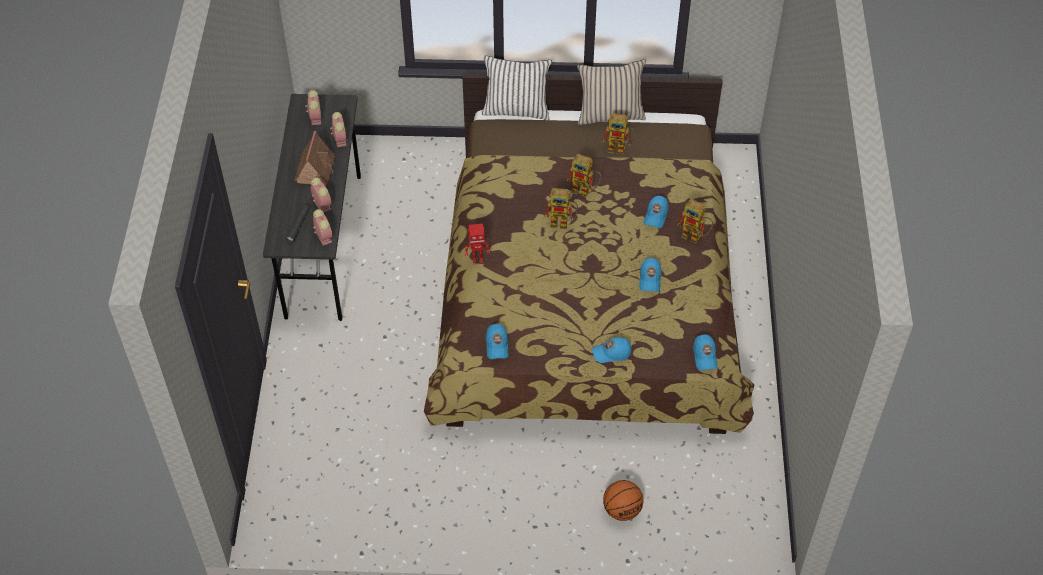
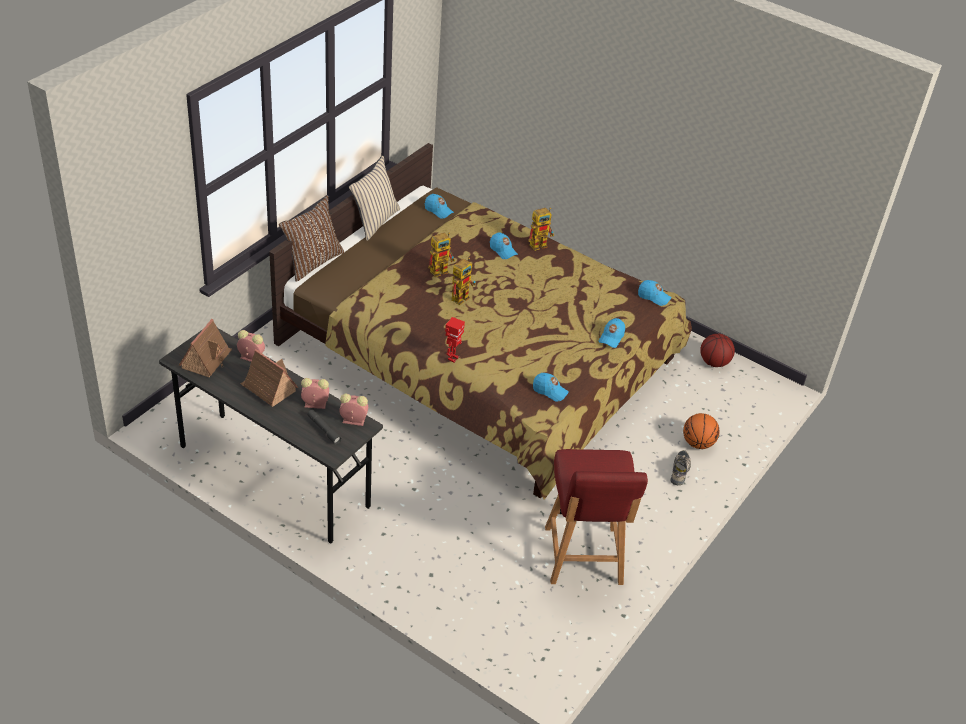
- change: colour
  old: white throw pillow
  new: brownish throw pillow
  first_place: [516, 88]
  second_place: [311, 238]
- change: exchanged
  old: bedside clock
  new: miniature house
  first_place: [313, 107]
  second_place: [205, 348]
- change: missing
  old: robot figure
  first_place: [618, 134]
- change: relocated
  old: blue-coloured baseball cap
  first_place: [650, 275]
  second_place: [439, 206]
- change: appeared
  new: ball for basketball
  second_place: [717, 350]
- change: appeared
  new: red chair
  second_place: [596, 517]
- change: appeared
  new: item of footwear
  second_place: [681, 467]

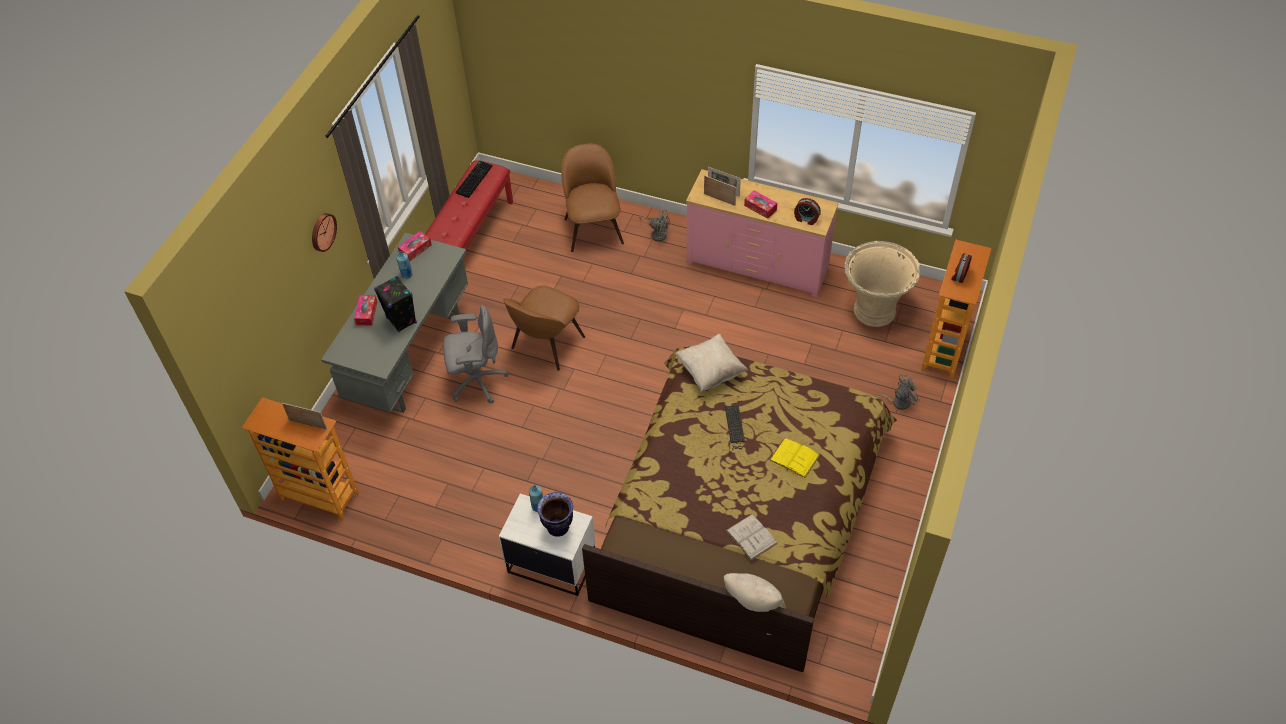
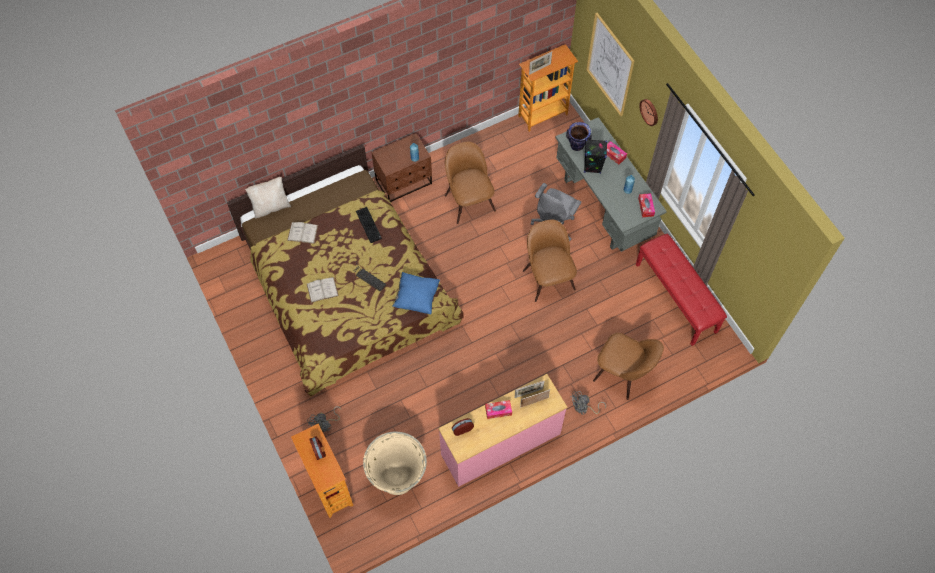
- change: relocated
  old: keyboard
  first_place: [474, 179]
  second_place: [369, 225]
- change: colour
  old: sand-coloured throw pillow
  new: blue-coloured throw pillow
  first_place: [711, 363]
  second_place: [416, 293]
- change: colour
  old: yellow-coloured volume
  new: white volume
  first_place: [794, 458]
  second_place: [323, 290]
- change: relocated
  old: flower vase
  first_place: [555, 514]
  second_place: [579, 136]
- change: colour
  old: white nightstand
  new: brownish nightstand
  first_place: [547, 545]
  second_place: [401, 167]
- change: appeared
  new: wall art
  second_place: [610, 64]
- change: appeared
  new: brownish chair
  second_place: [470, 183]

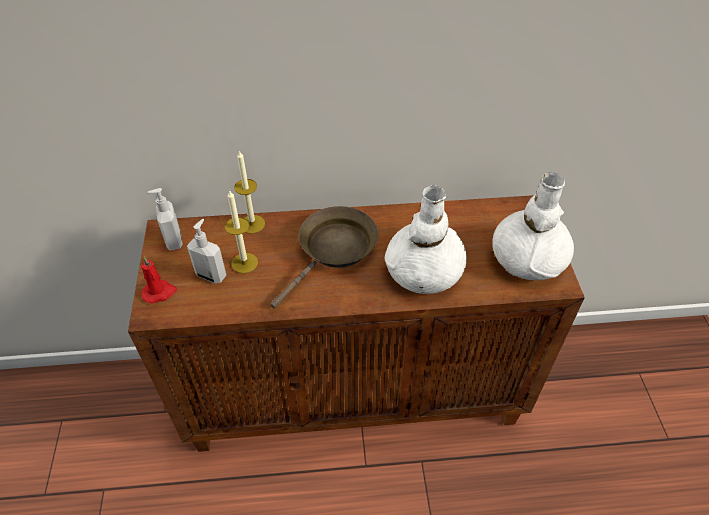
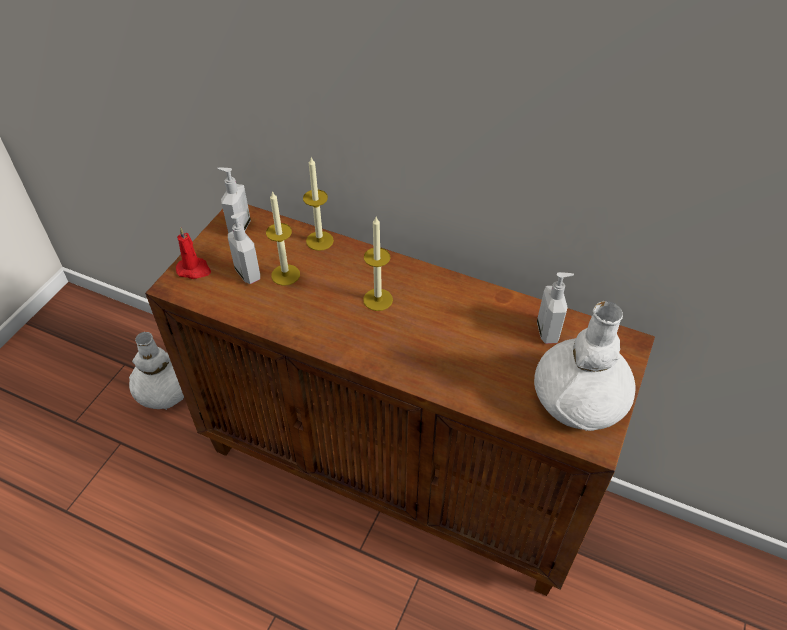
- change: relocated
  old: white flower vase
  first_place: [426, 239]
  second_place: [156, 371]
- change: exchanged
  old: brownish pan
  new: wax light
  first_place: [324, 257]
  second_place: [378, 264]
- change: appeared
  new: liquid soap bottle
  second_place: [555, 308]

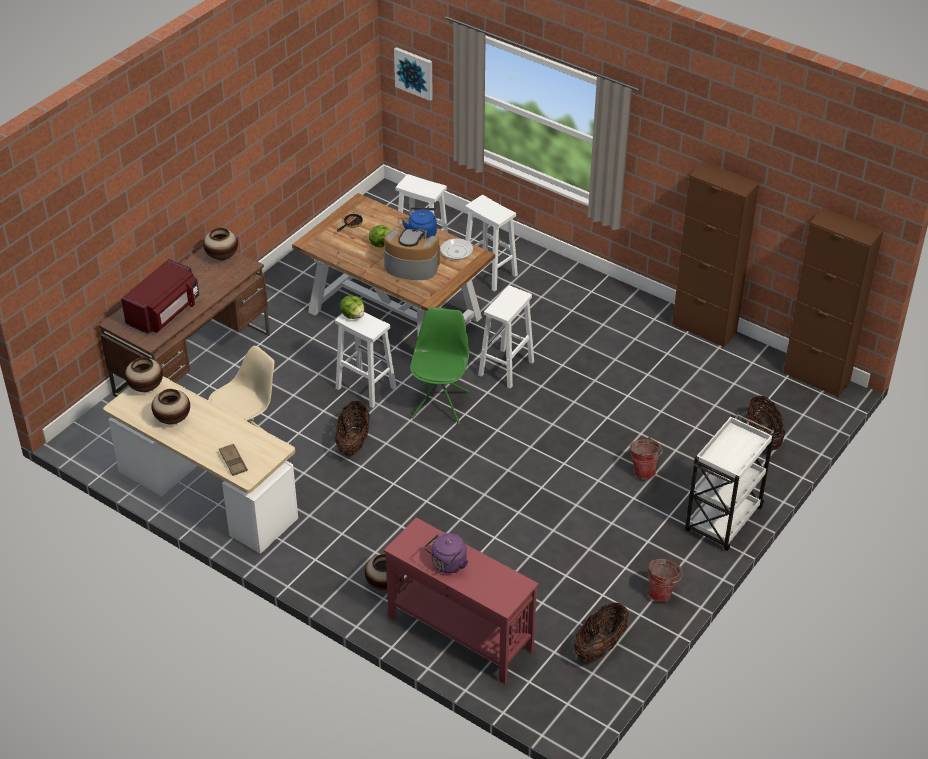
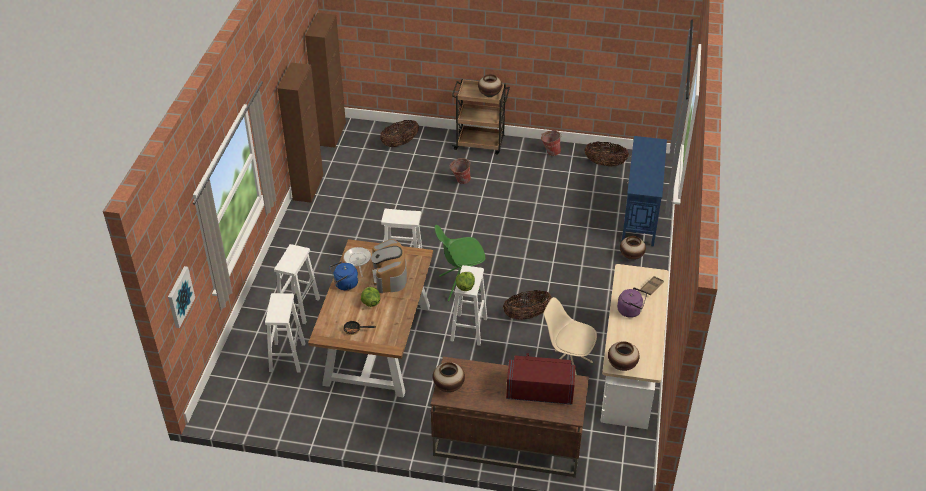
- change: relocated
  old: flower vase
  first_place: [170, 406]
  second_place: [490, 85]
- change: colour
  old: white cart
  new: brownish cart
  first_place: [729, 482]
  second_place: [481, 117]
- change: colour
  old: red console table
  new: blue-coloured console table
  first_place: [461, 601]
  second_place: [644, 191]
- change: relocated
  old: purple tea kettle
  first_place: [446, 553]
  second_place: [632, 302]

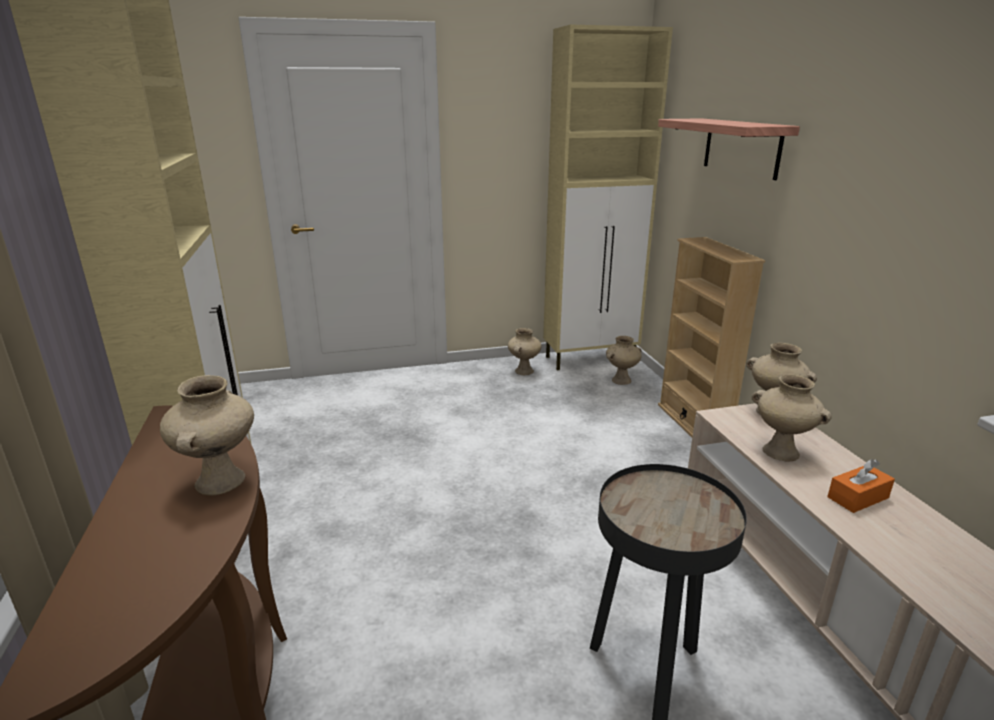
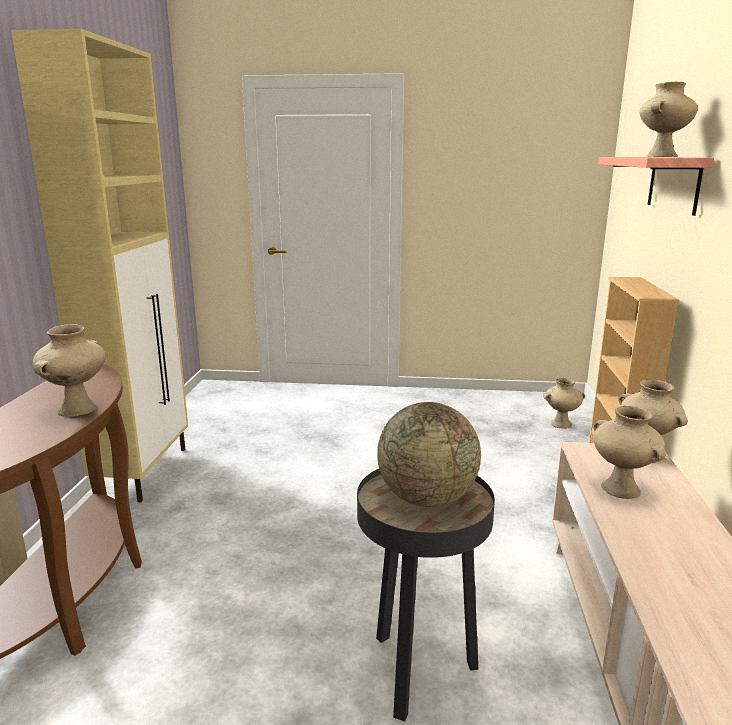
- change: missing
  old: sand-coloured cupboard
  first_place: [608, 197]
- change: relocated
  old: sand-coloured flower vase
  first_place: [525, 351]
  second_place: [668, 119]
- change: missing
  old: orange-coloured box of tissues
  first_place: [861, 486]
- change: appeared
  new: desk globe
  second_place: [429, 454]

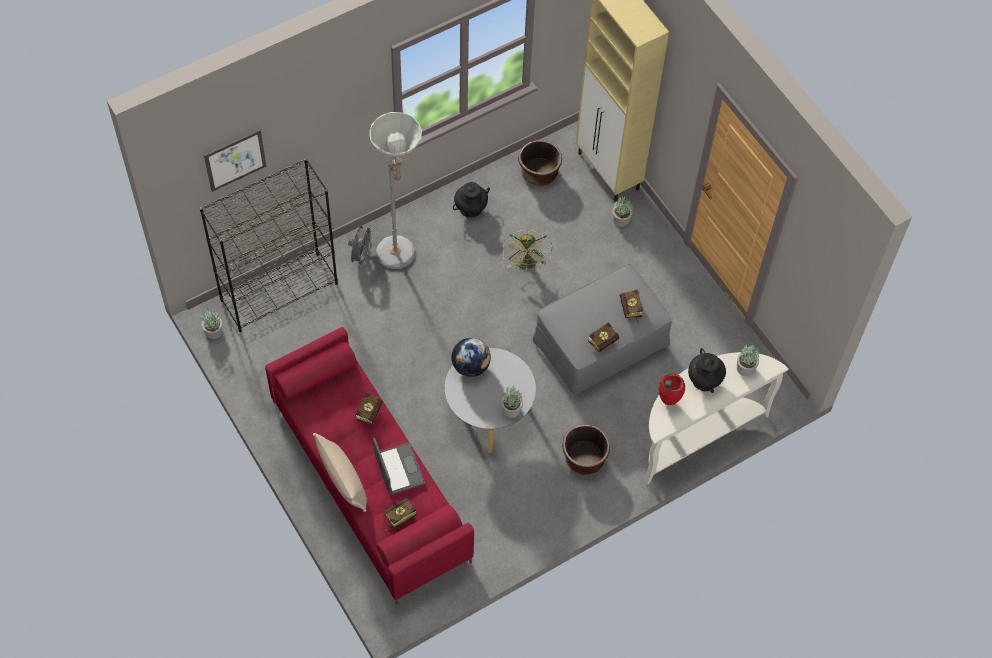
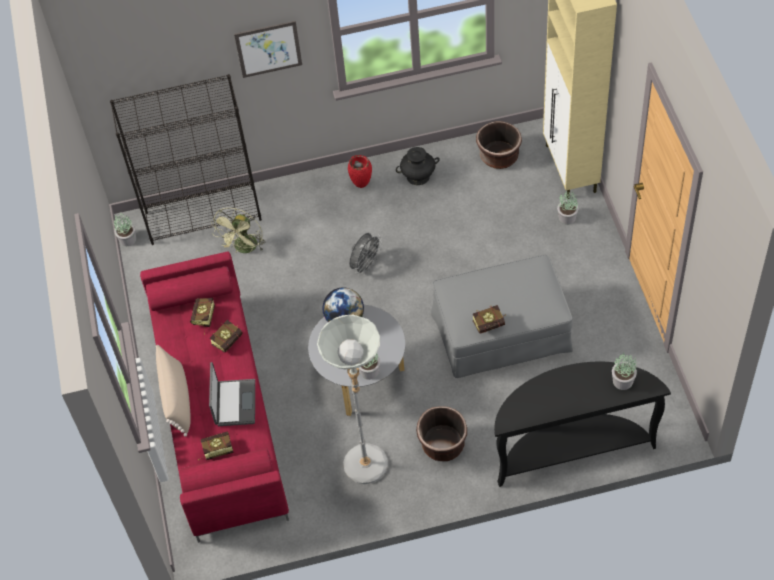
- change: relocated
  old: gray standard lamp
  first_place: [395, 190]
  second_place: [352, 399]
- change: relocated
  old: wall art
  first_place: [235, 160]
  second_place: [268, 49]
- change: relocated
  old: gray electric fan
  first_place: [361, 246]
  second_place: [365, 254]
- change: relocated
  old: greenish electric fan
  first_place: [527, 250]
  second_place: [238, 230]
- change: relocated
  old: volume
  first_place: [631, 307]
  second_place: [202, 316]
- change: missing
  old: black flower vase
  first_place: [707, 370]
- change: colour
  old: white console table
  new: black console table
  first_place: [716, 418]
  second_place: [582, 424]
- change: relocated
  old: red flower vase
  first_place: [672, 389]
  second_place: [360, 171]

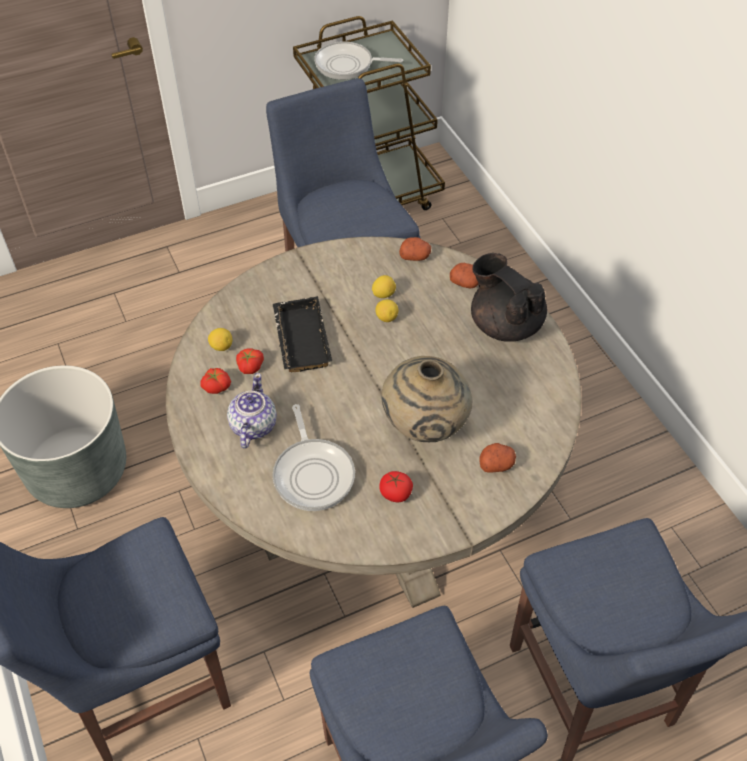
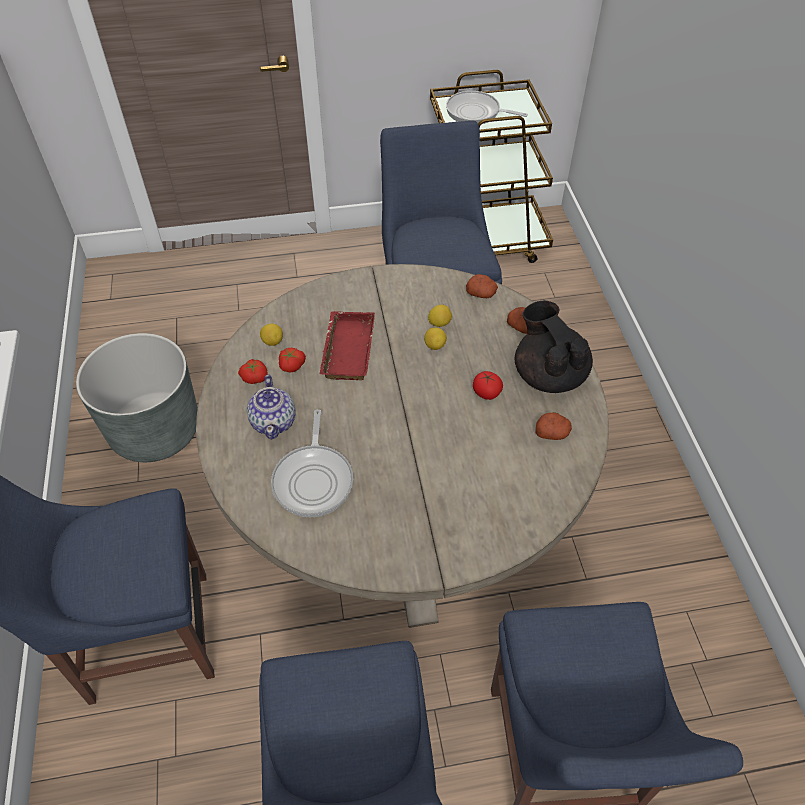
- change: colour
  old: black serving tray
  new: red serving tray
  first_place: [302, 334]
  second_place: [347, 345]
- change: missing
  old: sand-coloured flower vase
  first_place: [427, 399]
- change: spun
  old: tea pot
  first_place: [252, 411]
  second_place: [271, 407]
  degrees: 150
- change: relocated
  old: potato
  first_place: [497, 458]
  second_place: [553, 426]
- change: relocated
  old: whole tomato
  first_place: [396, 486]
  second_place: [488, 385]

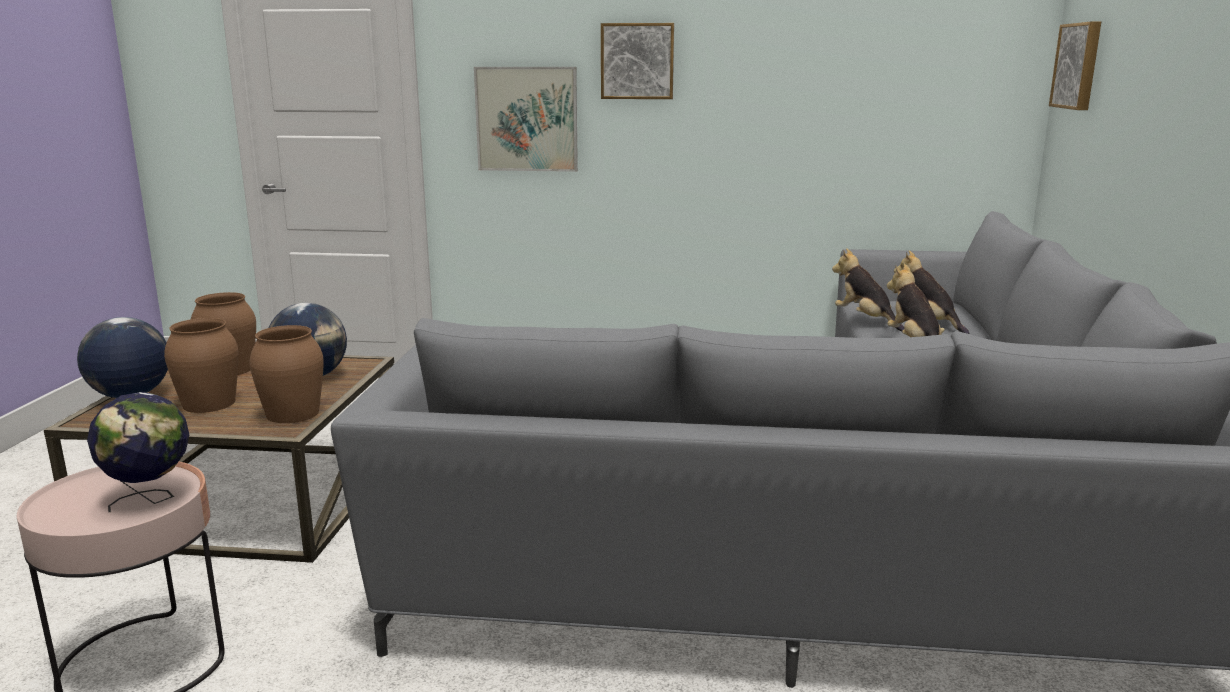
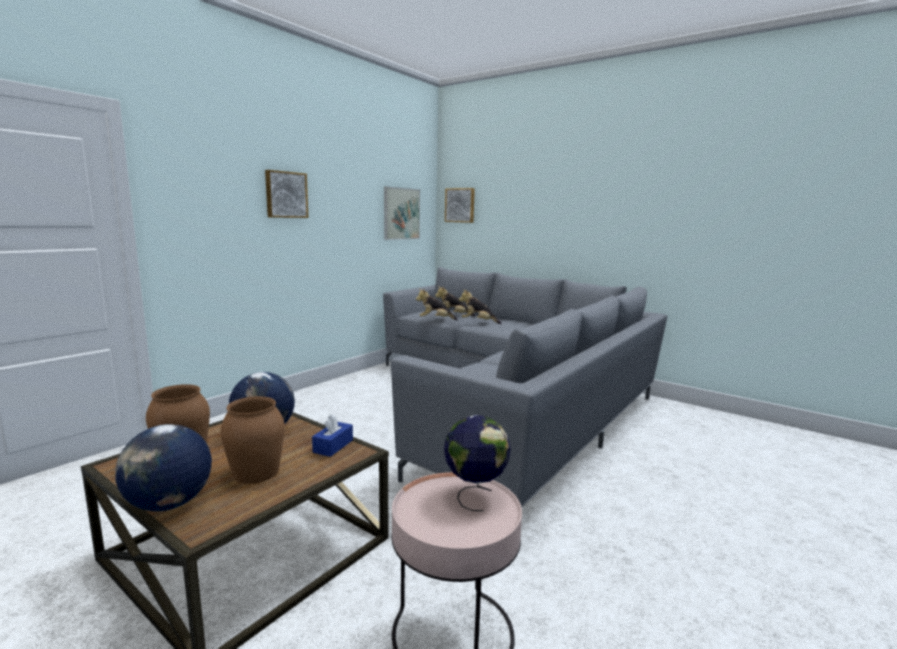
- change: relocated
  old: wall art
  first_place: [526, 119]
  second_place: [402, 213]
- change: exchanged
  old: brownish flower vase
  new: blue-coloured box of tissues
  first_place: [286, 374]
  second_place: [332, 435]

